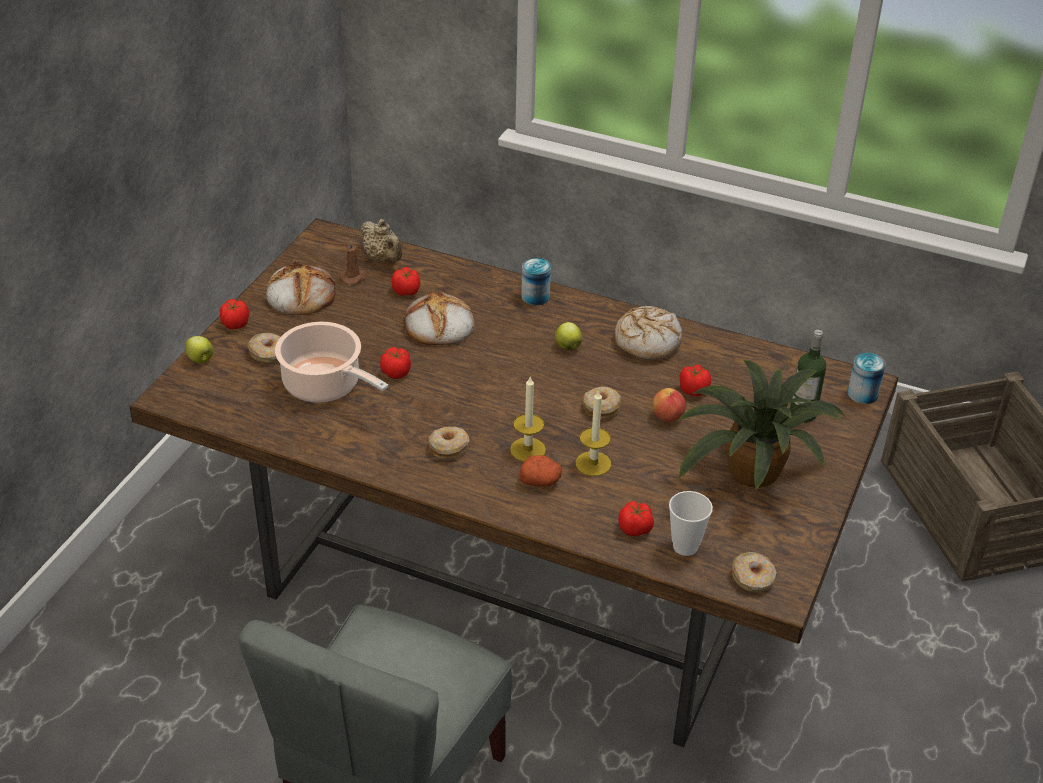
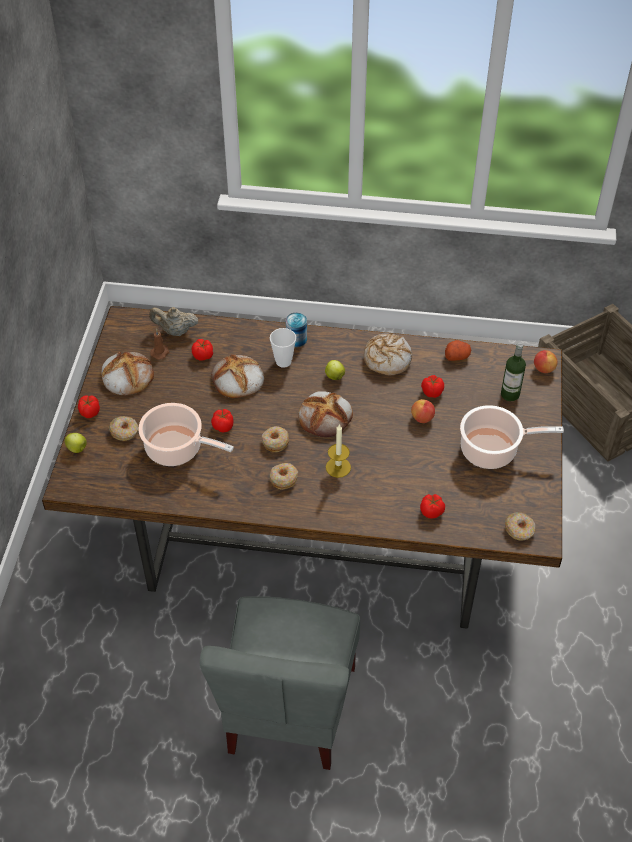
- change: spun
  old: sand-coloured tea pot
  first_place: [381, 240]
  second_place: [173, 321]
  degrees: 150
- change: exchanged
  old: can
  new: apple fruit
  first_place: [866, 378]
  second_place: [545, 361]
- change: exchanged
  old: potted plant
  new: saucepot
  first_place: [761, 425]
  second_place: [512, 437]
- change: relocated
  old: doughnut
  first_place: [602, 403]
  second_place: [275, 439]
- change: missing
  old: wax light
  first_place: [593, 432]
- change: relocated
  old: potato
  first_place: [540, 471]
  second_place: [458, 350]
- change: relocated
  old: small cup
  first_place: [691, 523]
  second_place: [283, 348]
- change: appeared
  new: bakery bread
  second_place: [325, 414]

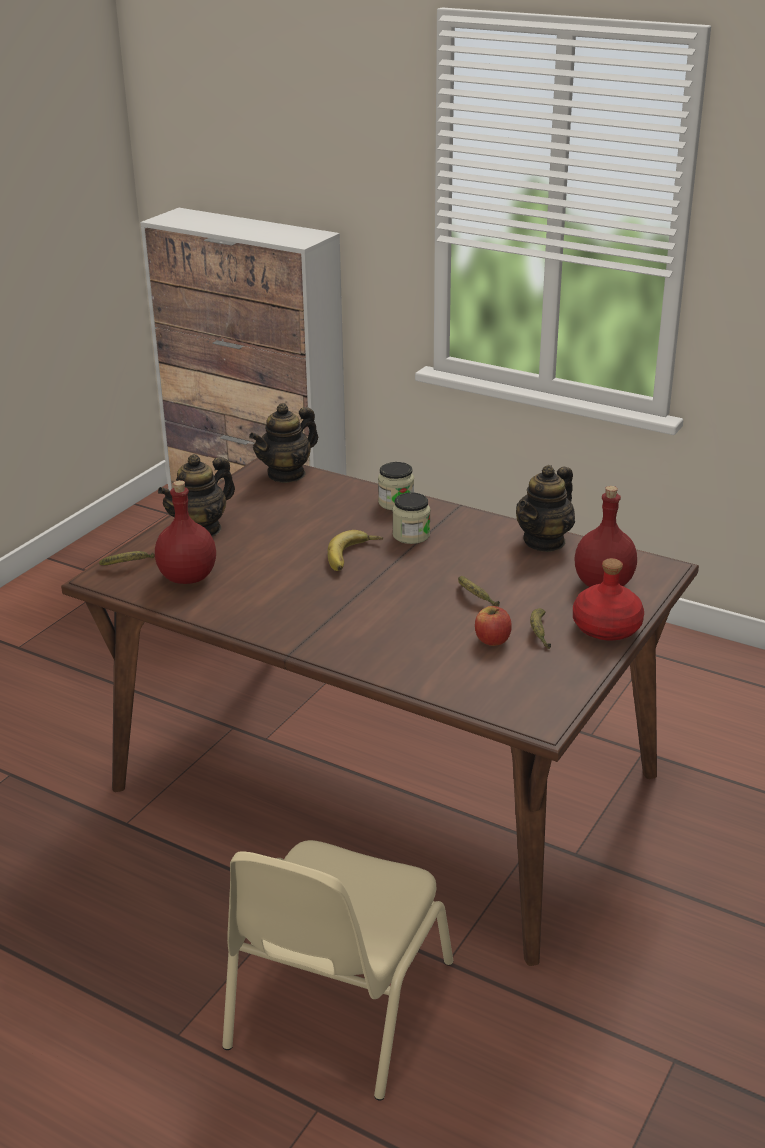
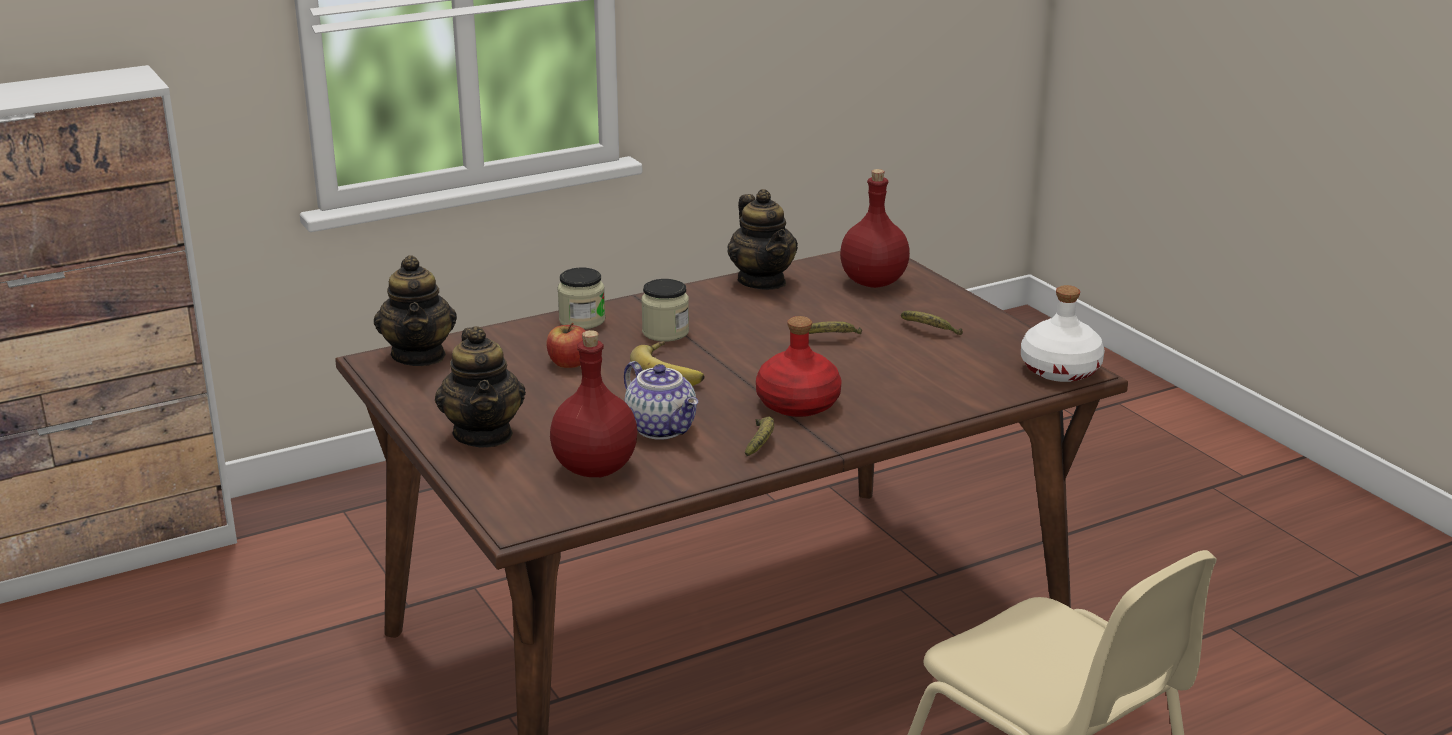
- change: relocated
  old: banana fruit
  first_place: [127, 558]
  second_place: [759, 436]
- change: relocated
  old: red bottle
  first_place: [608, 599]
  second_place: [798, 366]
- change: relocated
  old: apple fruit
  first_place: [493, 626]
  second_place: [565, 345]
- change: appeared
  new: white bottle
  second_place: [1063, 333]
- change: appeared
  new: tea pot
  second_place: [661, 400]

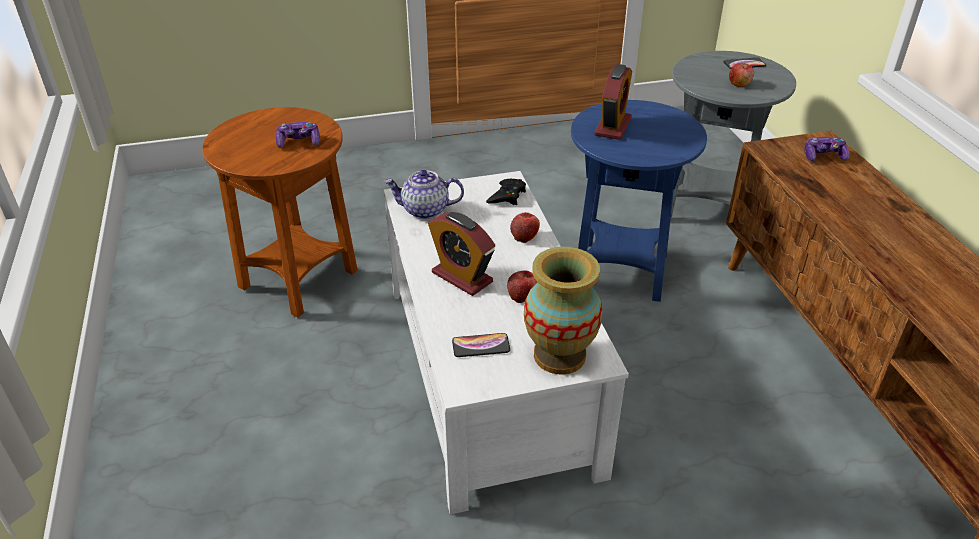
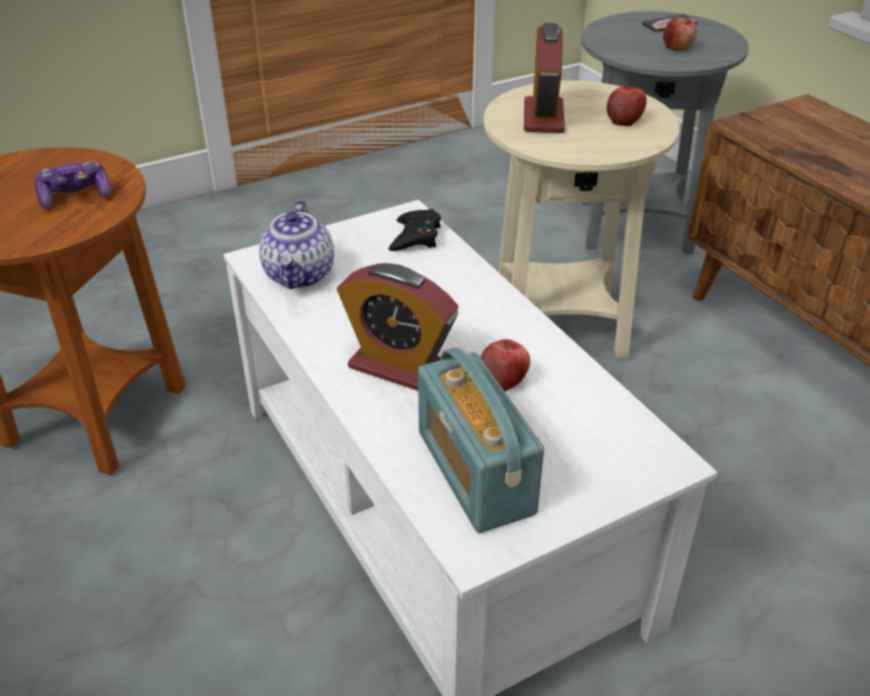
- change: colour
  old: blue-coloured end table
  new: sand-coloured end table
  first_place: [639, 201]
  second_place: [582, 219]
- change: missing
  old: game controller
  first_place: [826, 149]
- change: spun
  old: tea pot
  first_place: [424, 194]
  second_place: [296, 244]
  degrees: -75
- change: relocated
  old: apple fruit
  first_place: [525, 227]
  second_place: [627, 106]
- change: missing
  old: flower vase
  first_place: [563, 311]
- change: exchanged
  old: handset
  new: radio set
  first_place: [481, 345]
  second_place: [481, 440]

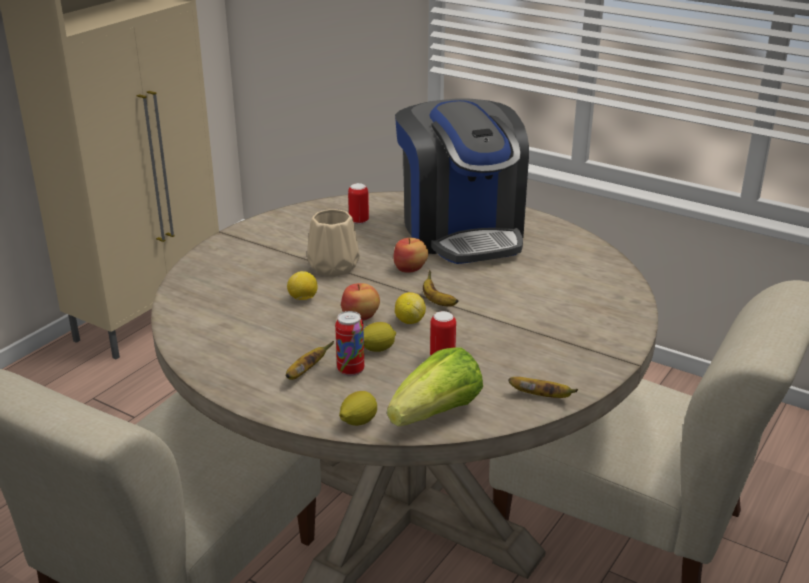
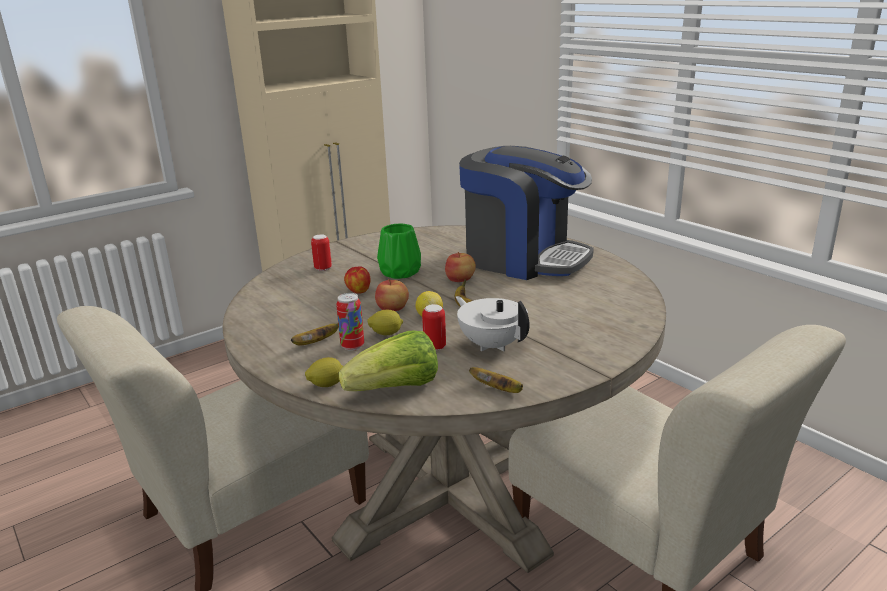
- change: spun
  old: coffee brewer
  first_place: [462, 181]
  second_place: [526, 213]
  degrees: -60
- change: relocated
  old: can
  first_place: [358, 203]
  second_place: [321, 252]
- change: colour
  old: sand-coloured flower vase
  new: greenish flower vase
  first_place: [333, 243]
  second_place: [399, 251]
- change: exchanged
  old: whole lemon
  new: apple fruit
  first_place: [302, 285]
  second_place: [357, 279]
- change: appeared
  new: white tea pot
  second_place: [492, 324]

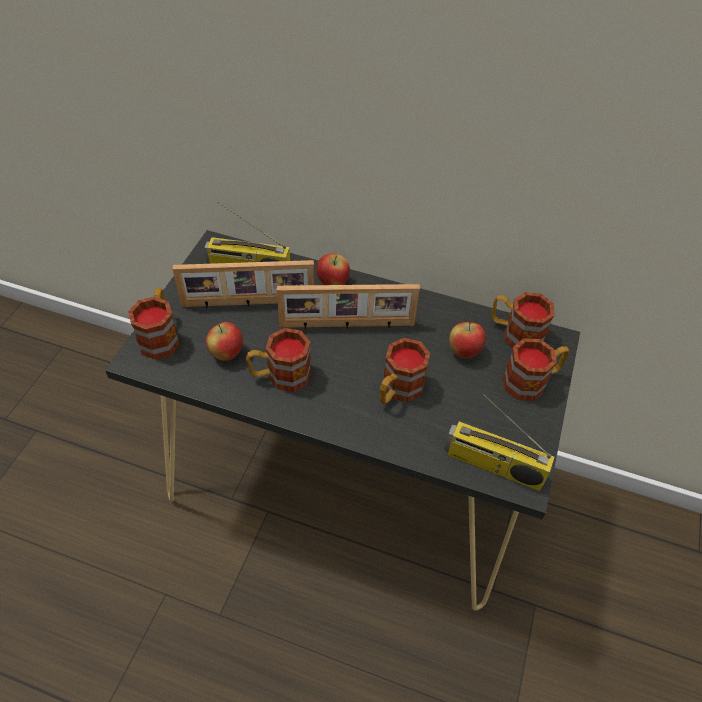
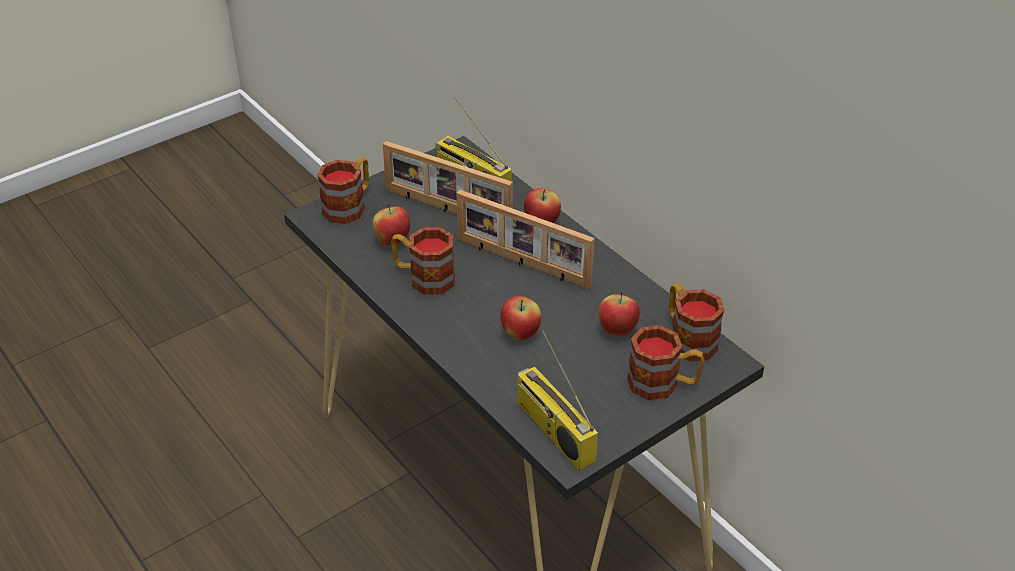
- change: exchanged
  old: coffee mug
  new: apple fruit
  first_place: [404, 371]
  second_place: [520, 318]

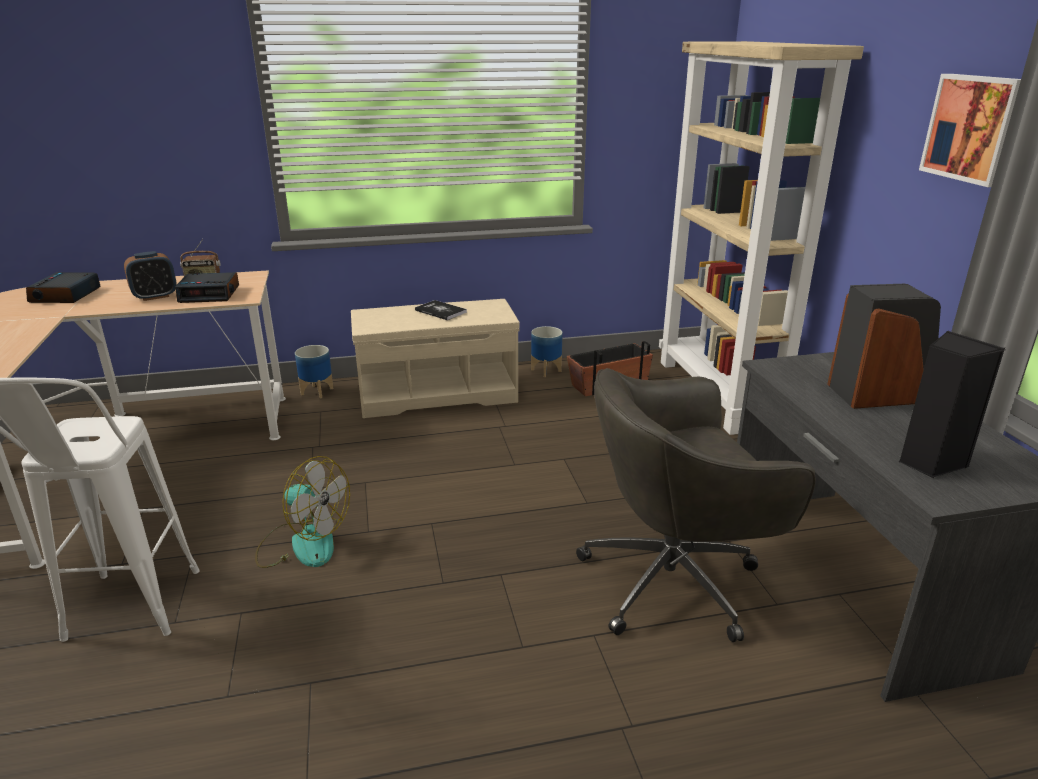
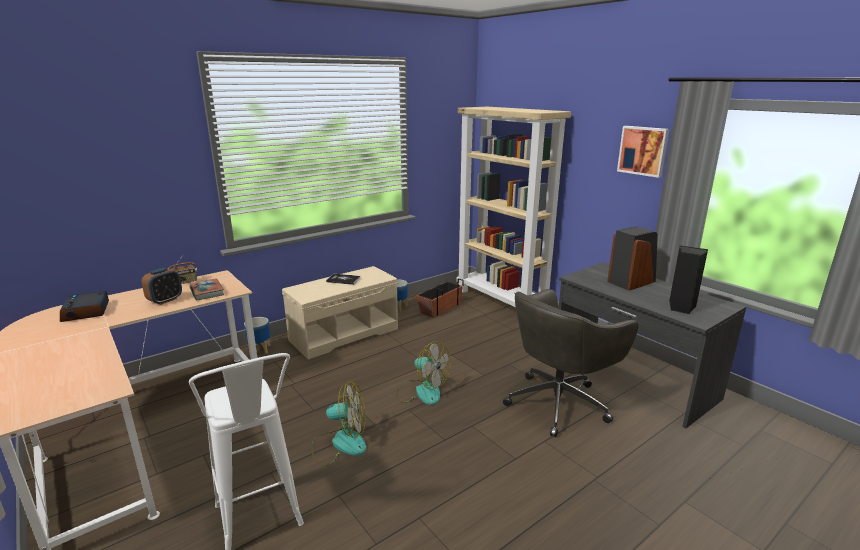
- change: exchanged
  old: bedside clock
  new: volume
  first_place: [207, 287]
  second_place: [207, 289]
- change: appeared
  new: electric fan
  second_place: [423, 373]

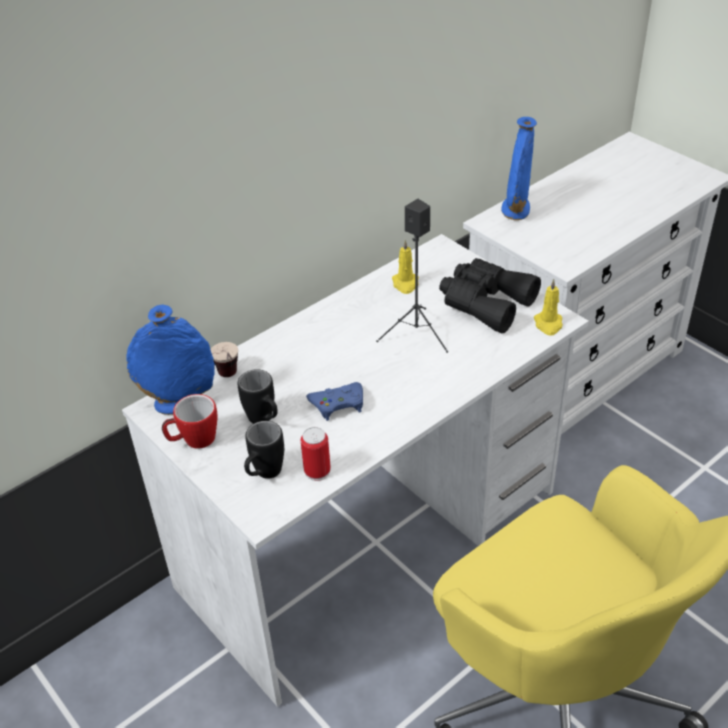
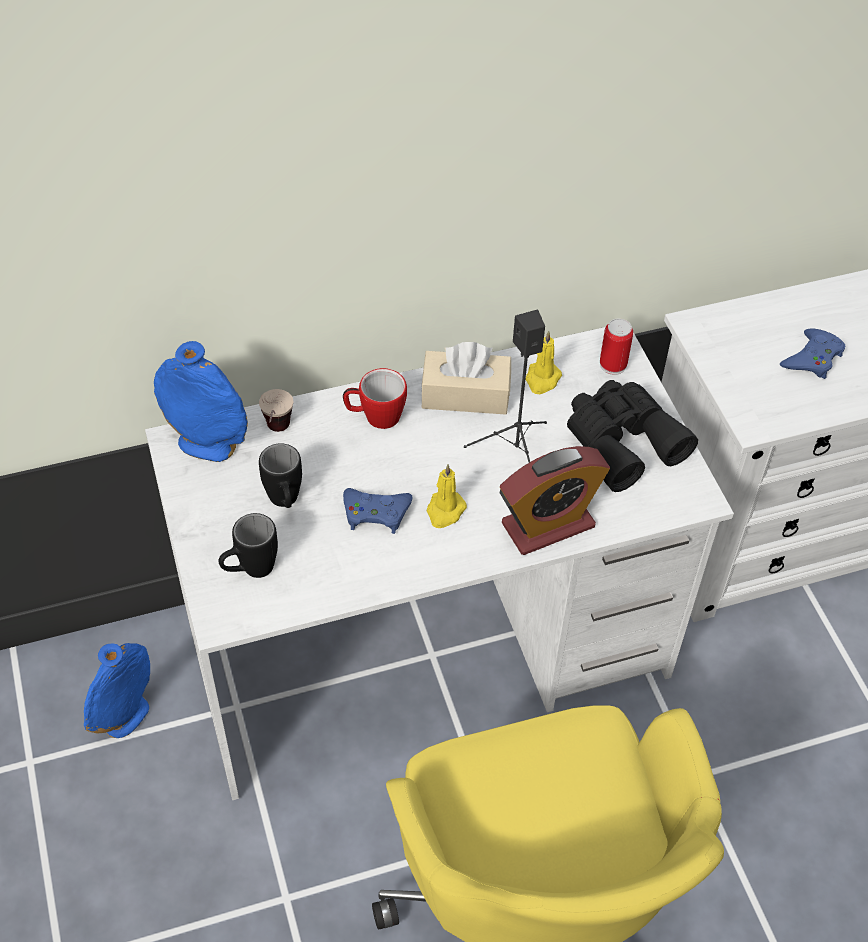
- change: relocated
  old: blue-coloured flower vase
  first_place: [519, 168]
  second_place: [117, 690]
- change: relocated
  old: yellow-coloured wax light
  first_place: [548, 307]
  second_place: [447, 496]
- change: relocated
  old: coffee mug
  first_place: [189, 421]
  second_place: [375, 398]
- change: relocated
  old: can
  first_place: [316, 454]
  second_place: [616, 347]
- change: appeared
  new: blue-coloured game controller
  second_place: [812, 353]
- change: appeared
  new: sand-coloured box of tissues
  second_place: [466, 378]
- change: appeared
  new: bedside clock
  second_place: [555, 500]

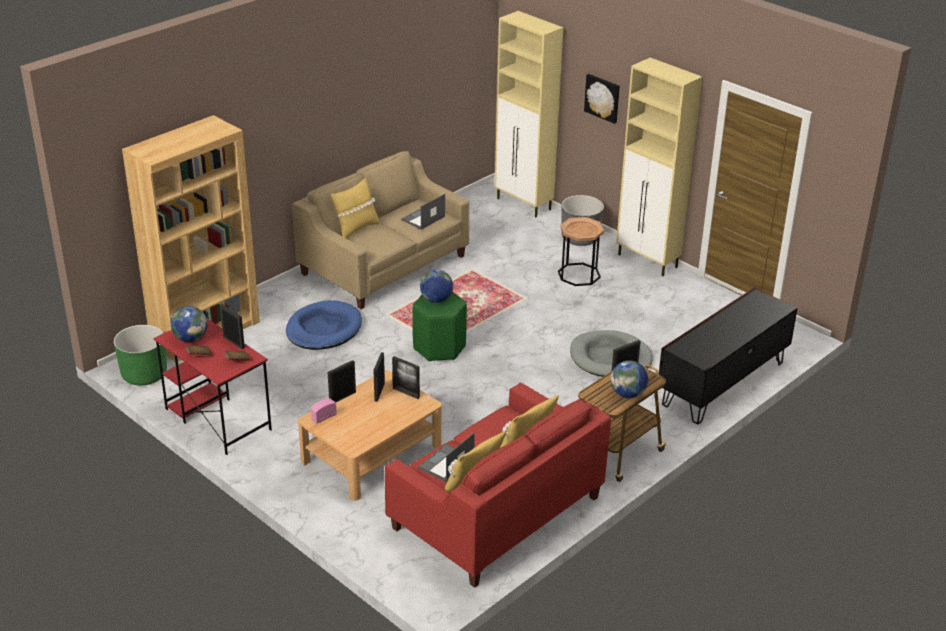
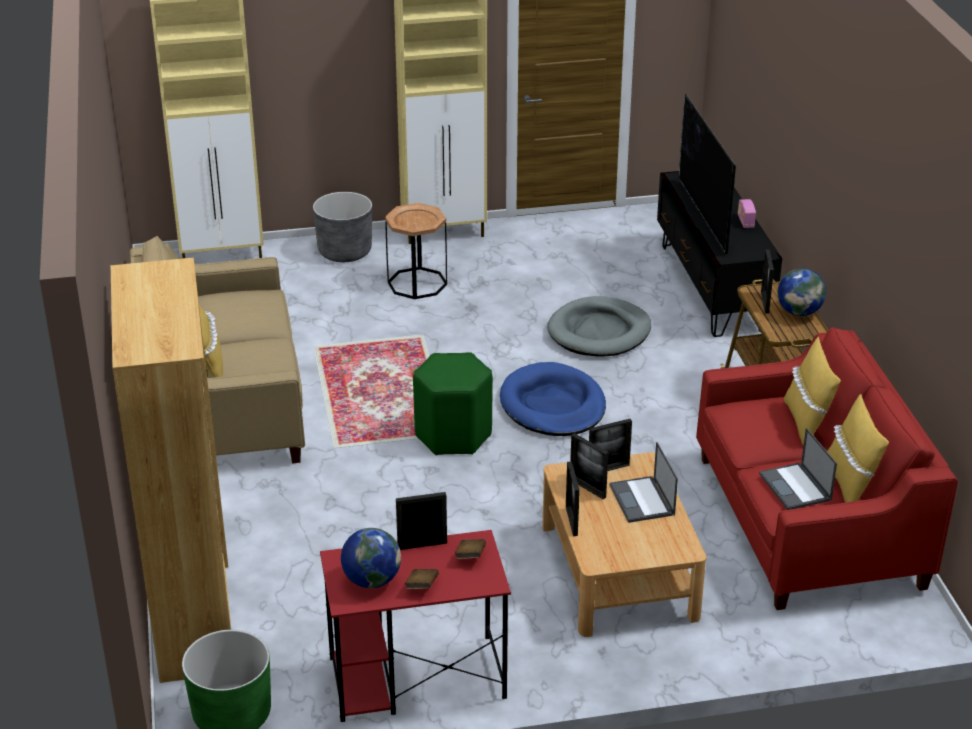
- change: missing
  old: wall art
  first_place: [602, 99]
- change: relocated
  old: portable computer
  first_place: [423, 211]
  second_place: [643, 482]
- change: missing
  old: desk globe
  first_place: [436, 286]
- change: relocated
  old: blue-coloured pet bed
  first_place: [324, 325]
  second_place: [553, 399]
- change: relocated
  old: radio set
  first_place: [324, 411]
  second_place: [747, 213]
- change: appeared
  new: TV set
  second_place: [707, 174]

